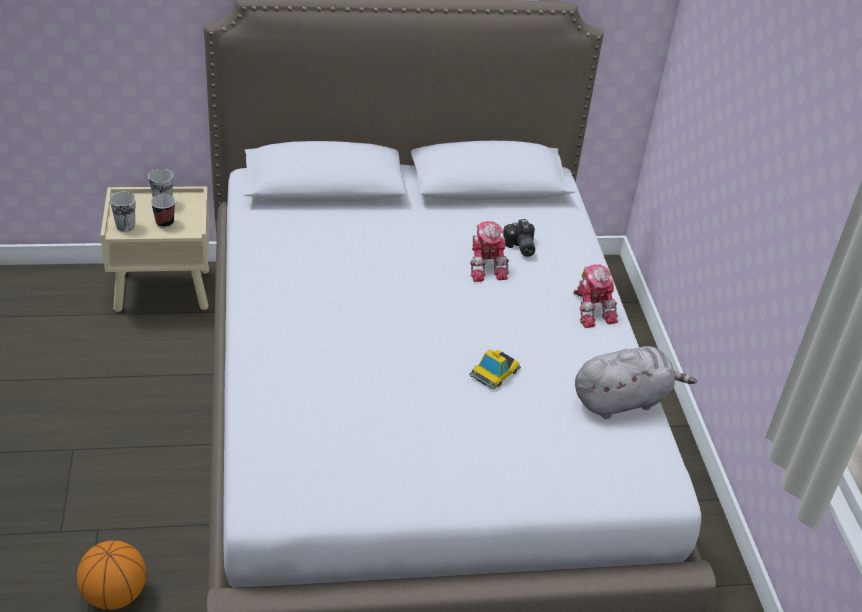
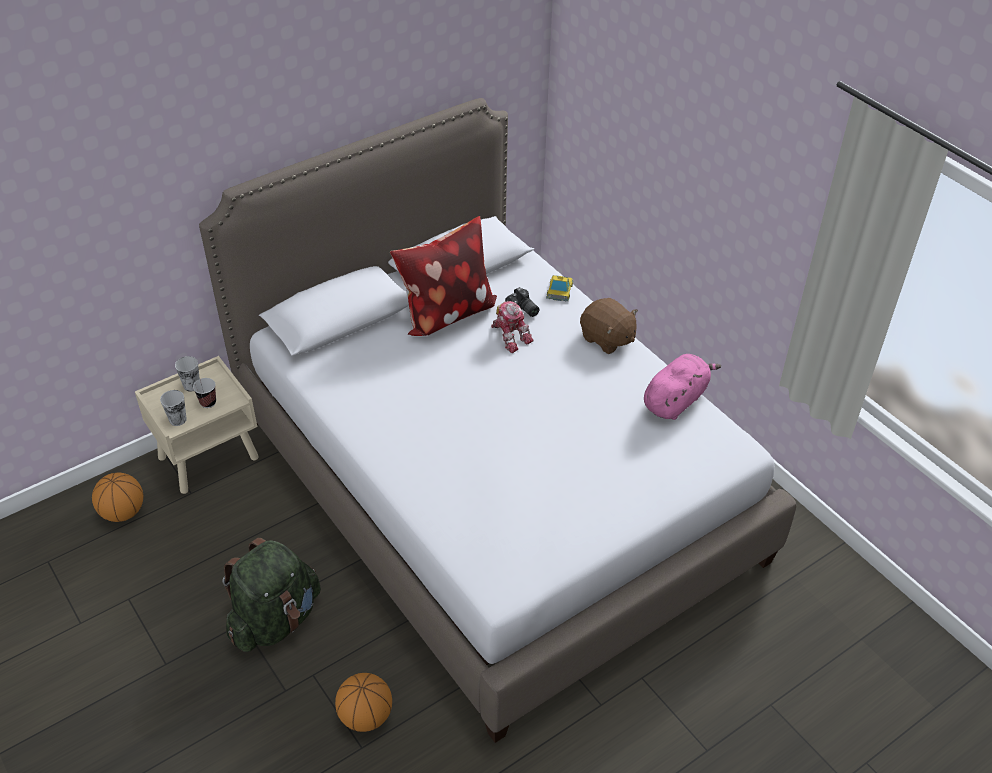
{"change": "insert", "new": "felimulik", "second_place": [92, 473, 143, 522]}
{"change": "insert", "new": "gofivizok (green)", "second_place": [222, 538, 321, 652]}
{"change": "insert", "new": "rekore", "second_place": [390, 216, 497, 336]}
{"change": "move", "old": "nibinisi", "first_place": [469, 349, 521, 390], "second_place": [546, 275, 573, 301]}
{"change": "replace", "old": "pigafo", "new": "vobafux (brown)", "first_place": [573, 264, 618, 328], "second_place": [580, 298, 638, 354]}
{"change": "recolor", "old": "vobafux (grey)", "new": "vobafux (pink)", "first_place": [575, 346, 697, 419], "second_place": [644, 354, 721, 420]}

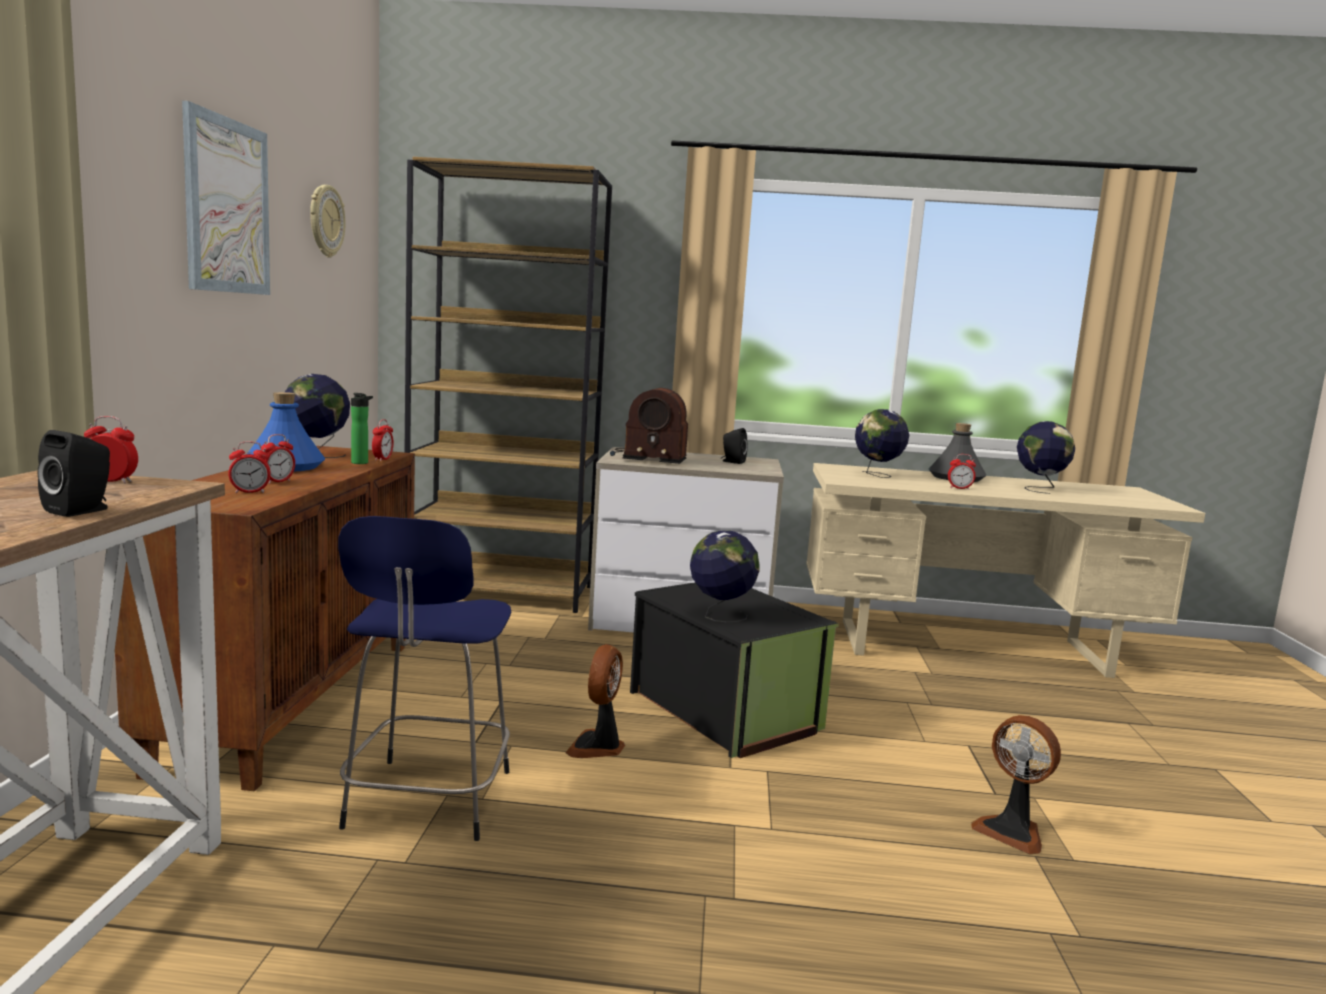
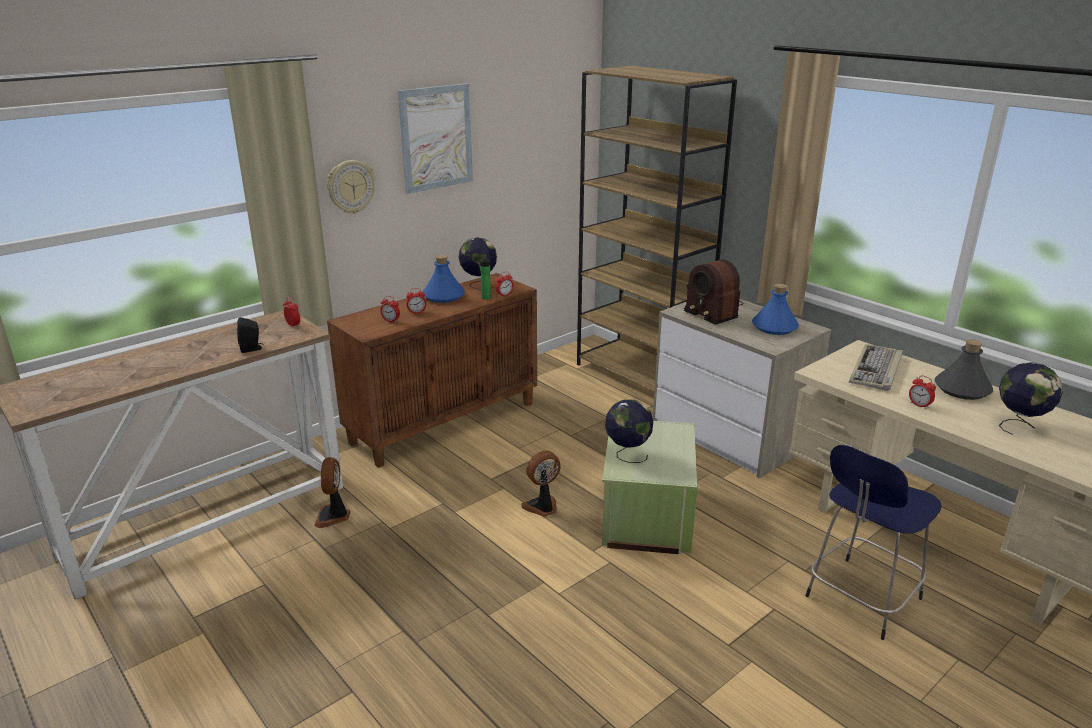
{"change": "move", "old": "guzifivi", "first_place": [310, 185, 346, 257], "second_place": [327, 160, 376, 214]}
{"change": "move", "old": "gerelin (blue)", "first_place": [338, 516, 511, 841], "second_place": [805, 445, 942, 640]}
{"change": "move", "old": "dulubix", "first_place": [971, 715, 1061, 854], "second_place": [314, 457, 350, 528]}
{"change": "replace", "old": "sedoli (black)", "new": "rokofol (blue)", "first_place": [721, 428, 748, 464], "second_place": [752, 284, 799, 335]}
{"change": "replace", "old": "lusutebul", "new": "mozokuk", "first_place": [855, 409, 909, 478], "second_place": [849, 344, 903, 391]}
{"change": "recolor", "old": "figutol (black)", "new": "figutol (green)", "first_place": [630, 582, 839, 758], "second_place": [602, 421, 698, 554]}

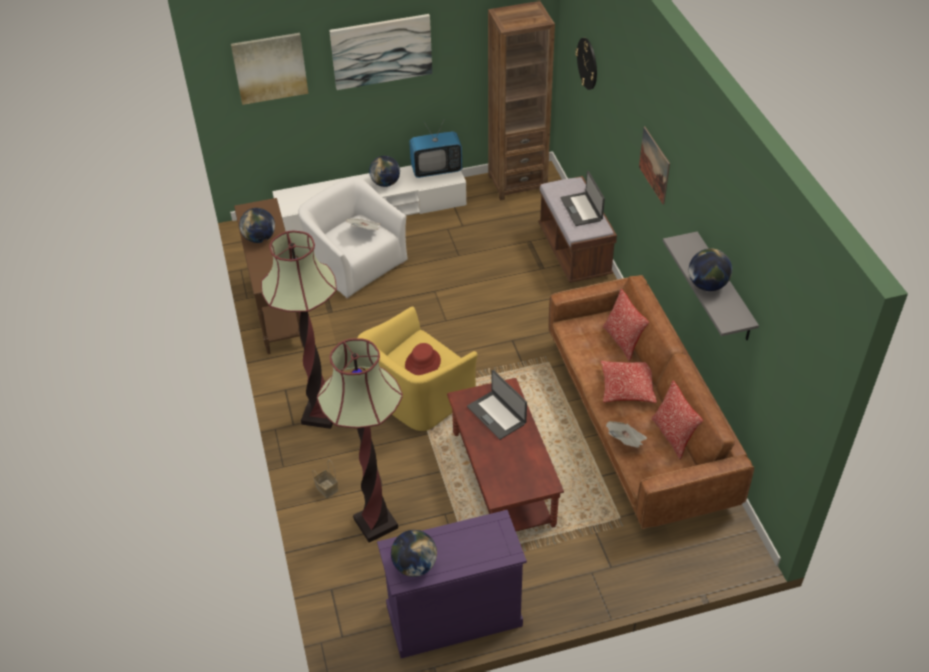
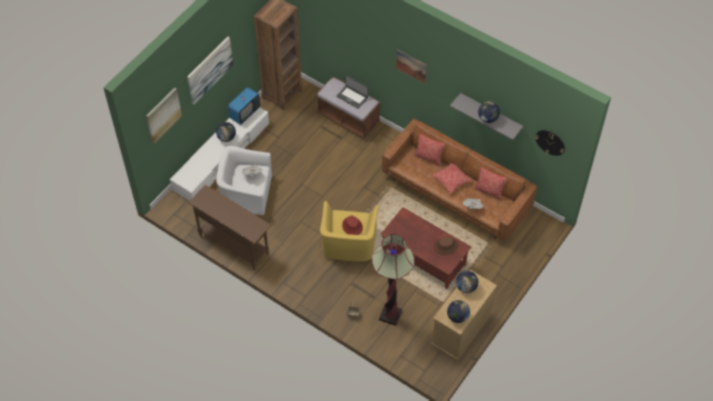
{"change": "delete", "old": "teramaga", "first_place": [261, 230, 337, 429]}
{"change": "delete", "old": "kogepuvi", "first_place": [467, 370, 527, 440]}
{"change": "insert", "new": "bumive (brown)", "second_place": [434, 236, 458, 255]}
{"change": "move", "old": "lusutebul", "first_place": [239, 208, 275, 243], "second_place": [456, 271, 478, 293]}
{"change": "move", "old": "guzifivi", "first_place": [575, 38, 597, 90], "second_place": [535, 130, 565, 156]}
{"change": "recolor", "old": "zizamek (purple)", "new": "zizamek (beige)", "first_place": [377, 510, 527, 658], "second_place": [430, 270, 497, 363]}

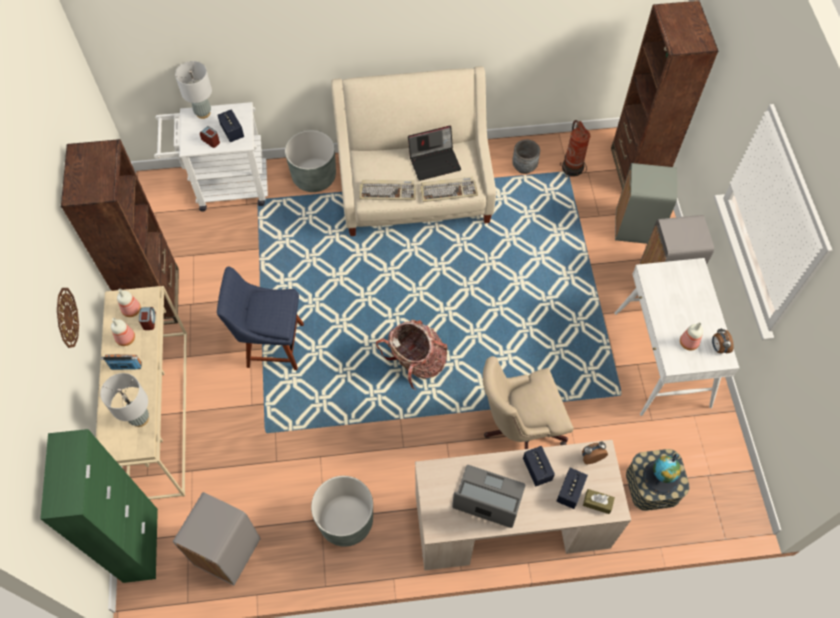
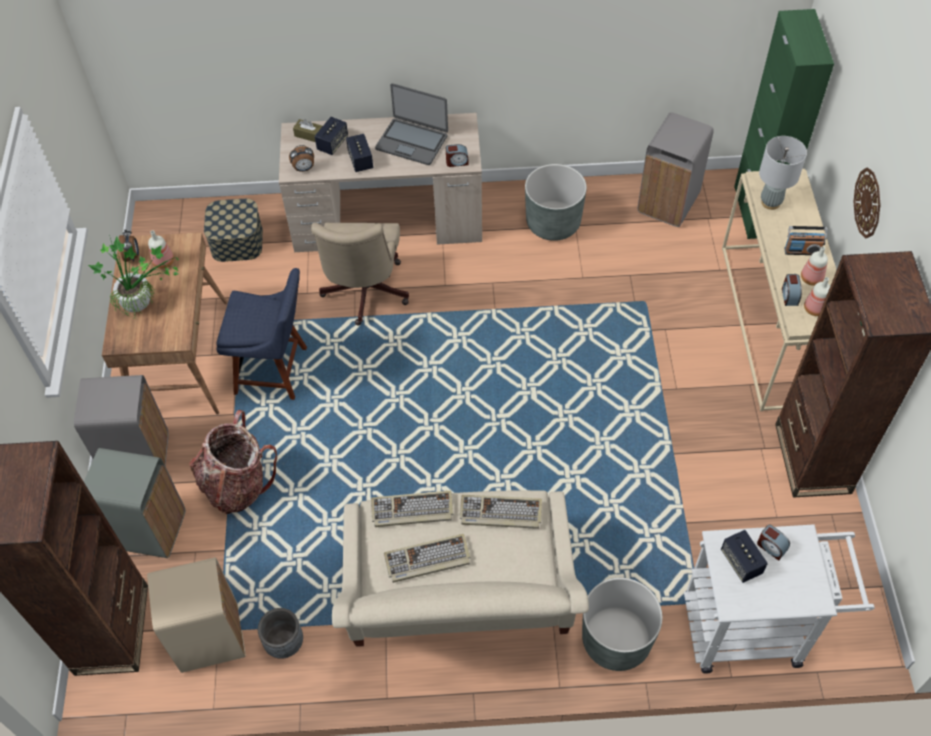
{"change": "delete", "old": "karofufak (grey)", "first_place": [175, 61, 212, 119]}
{"change": "delete", "old": "lusutebul", "first_place": [643, 453, 681, 495]}
{"change": "insert", "new": "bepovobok", "second_place": [88, 235, 179, 320]}
{"change": "insert", "new": "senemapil", "second_place": [446, 144, 469, 167]}
{"change": "move", "old": "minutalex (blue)", "first_place": [217, 267, 304, 370], "second_place": [216, 268, 307, 400]}
{"change": "move", "old": "gofivizok", "first_place": [376, 320, 448, 390], "second_place": [189, 410, 277, 514]}
{"change": "replace", "old": "kogepuvi", "new": "mozokuk", "first_place": [408, 126, 461, 181], "second_place": [384, 534, 471, 583]}
{"change": "replace", "old": "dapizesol", "new": "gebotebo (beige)", "first_place": [560, 120, 590, 177], "second_place": [147, 557, 246, 673]}
{"change": "recolor", "old": "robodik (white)", "new": "robodik (brown)", "first_place": [614, 258, 739, 416], "second_place": [102, 232, 228, 415]}
{"change": "rotate", "old": "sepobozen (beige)", "first_place": [483, 356, 573, 449], "second_place": [311, 222, 409, 326], "degrees": 105}

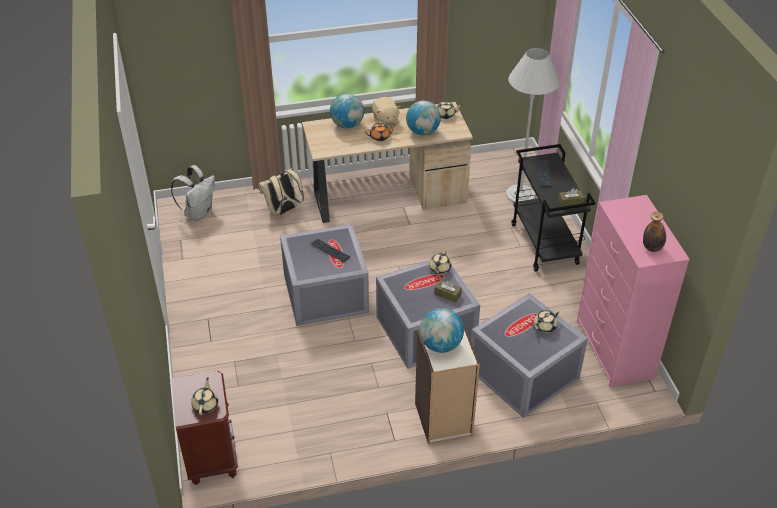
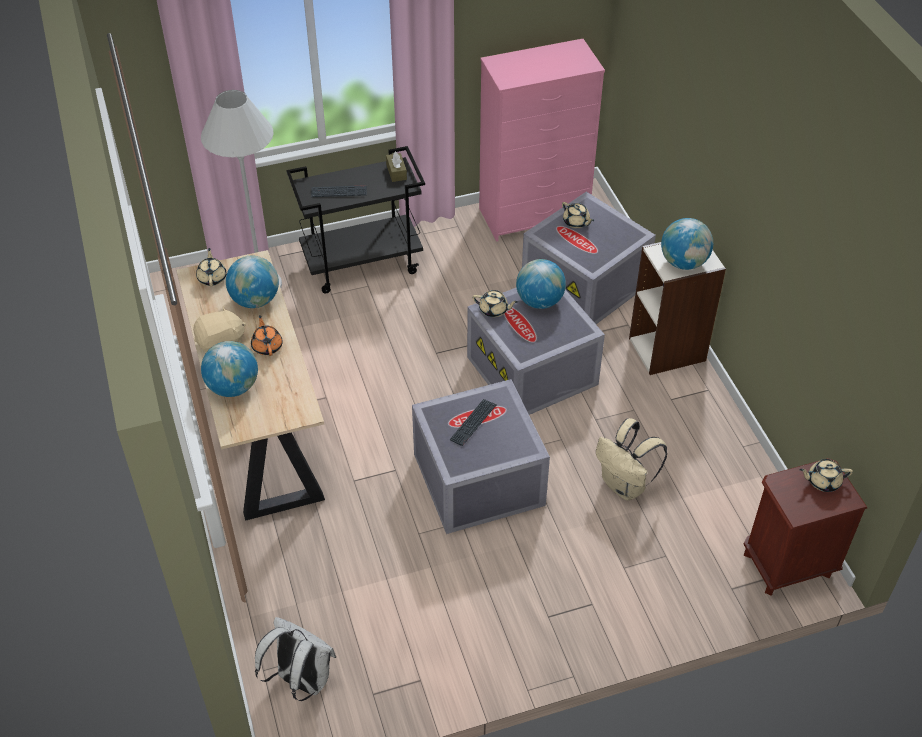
{"change": "delete", "old": "rokofol", "first_place": [643, 212, 666, 252]}
{"change": "move", "old": "gofivizok (beige)", "first_place": [258, 168, 304, 216], "second_place": [596, 418, 667, 500]}
{"change": "replace", "old": "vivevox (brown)", "new": "lusutebul", "first_place": [434, 280, 462, 303], "second_place": [516, 259, 566, 309]}

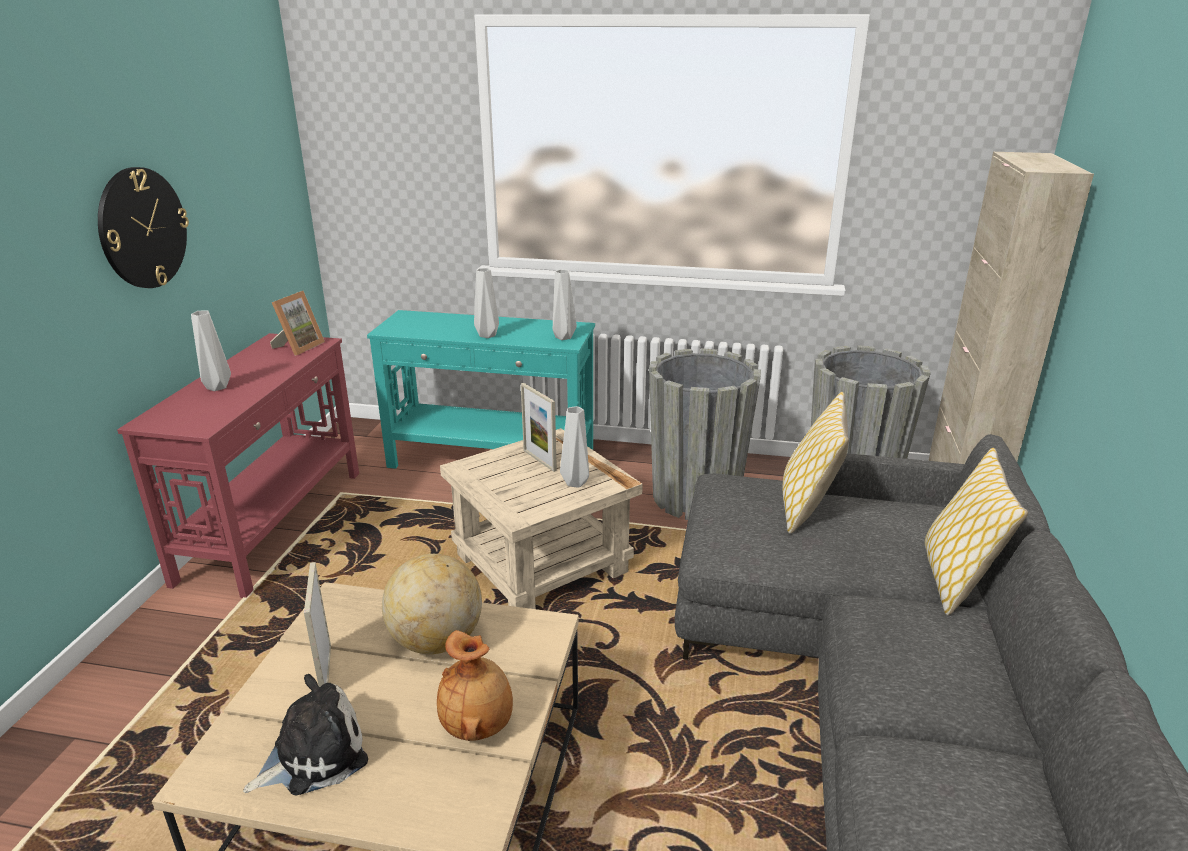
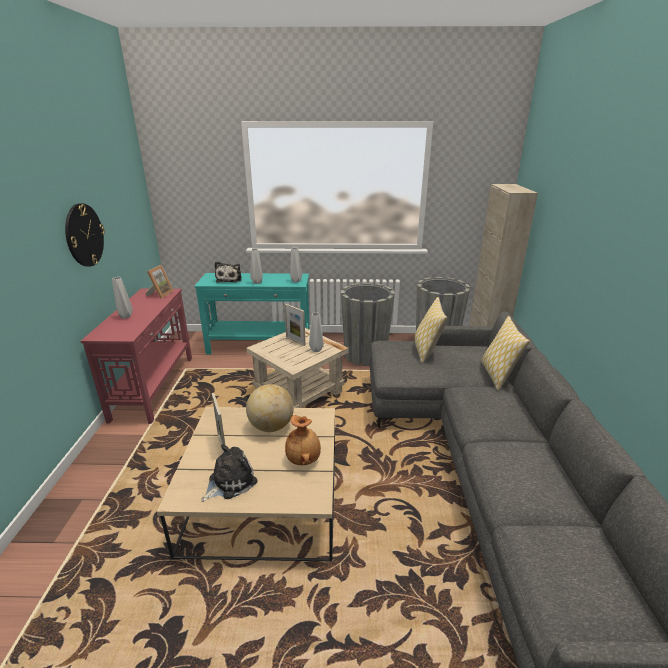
{"change": "insert", "new": "vobafux", "second_place": [214, 261, 242, 283]}

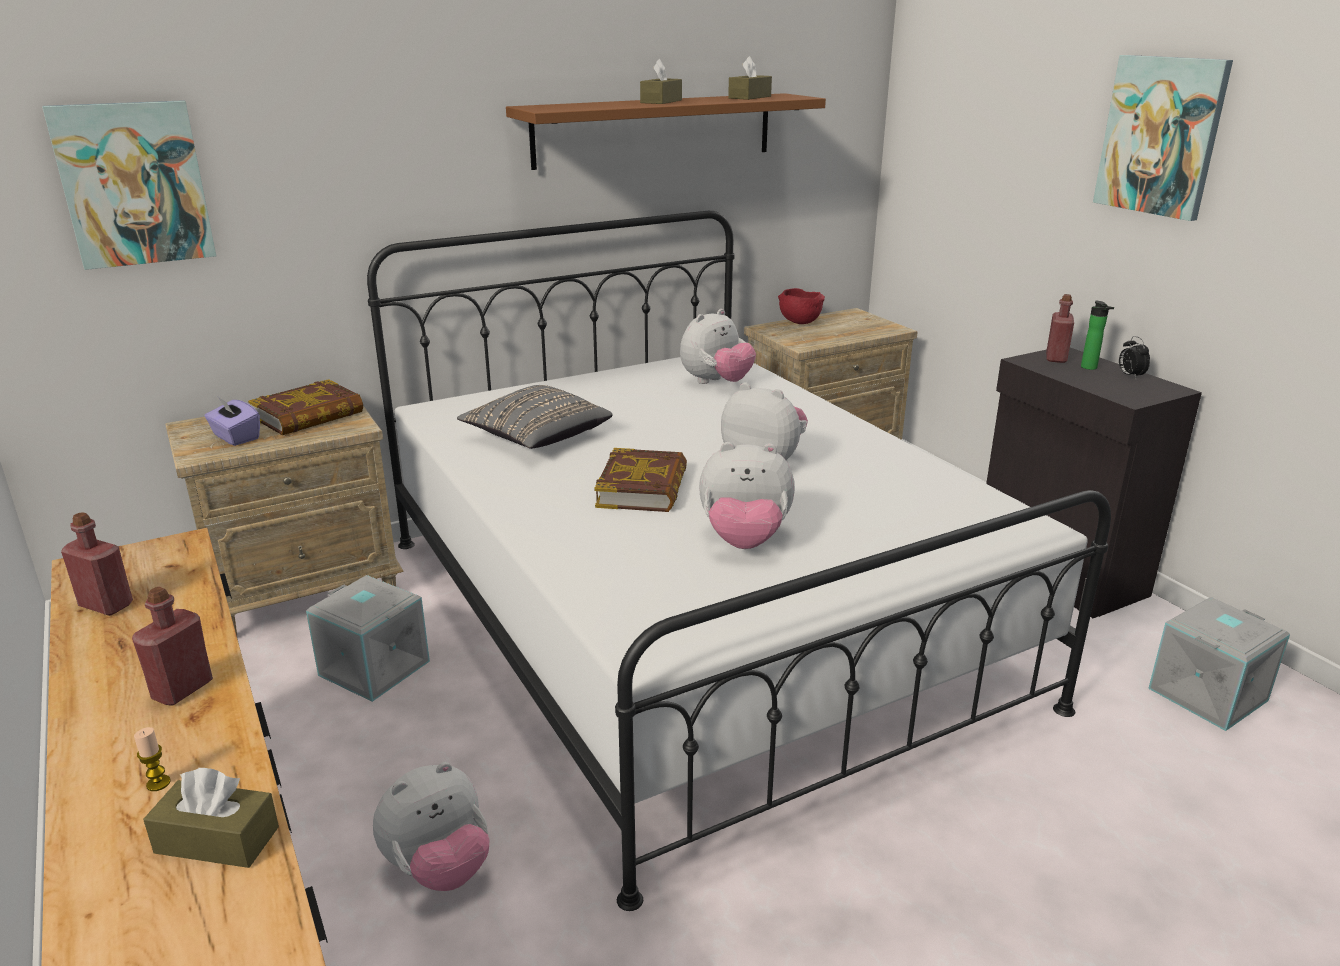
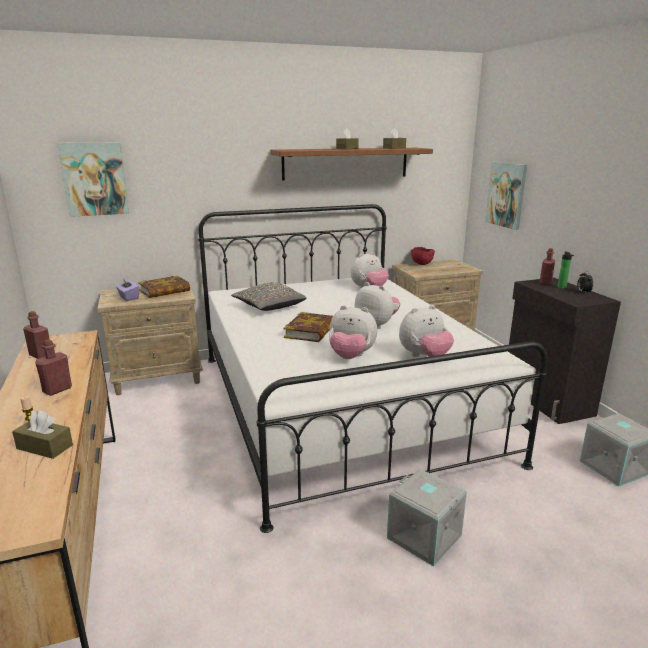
{"change": "move", "old": "figutol (grey)", "first_place": [306, 575, 430, 702], "second_place": [387, 469, 467, 567]}
{"change": "move", "old": "vobafux", "first_place": [373, 762, 490, 891], "second_place": [399, 305, 454, 357]}
{"change": "move", "old": "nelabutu", "first_place": [1093, 55, 1233, 221], "second_place": [485, 162, 527, 230]}

